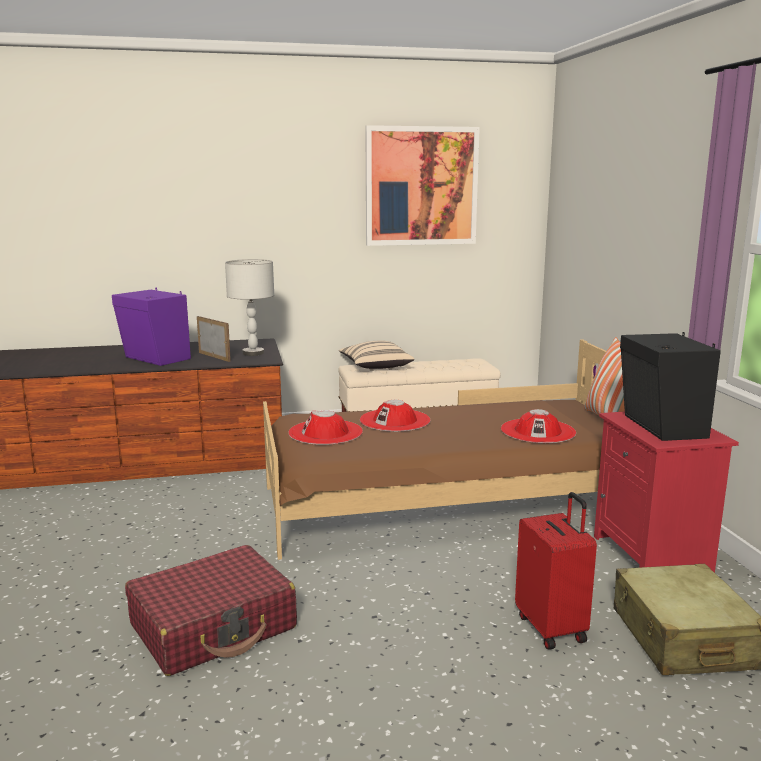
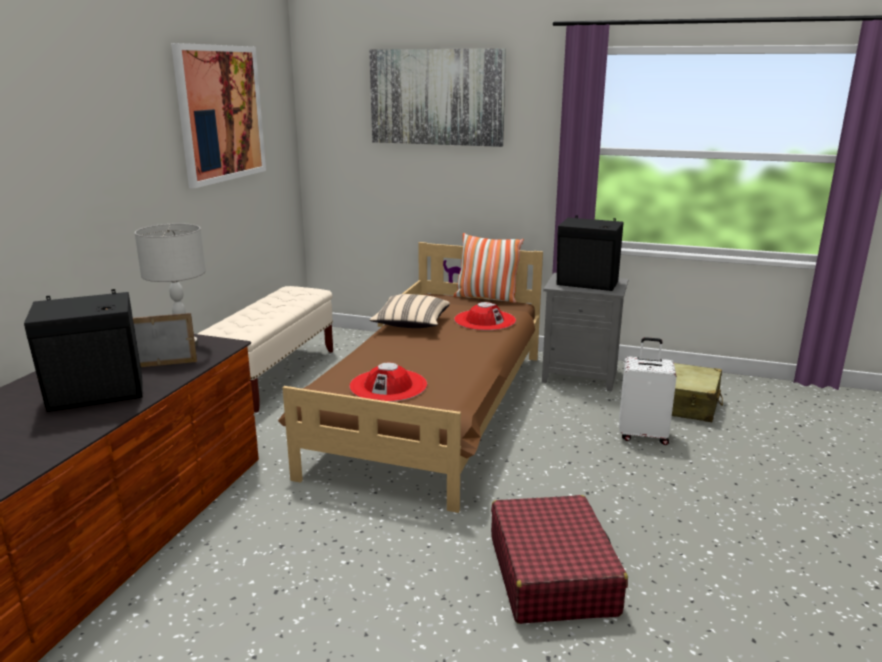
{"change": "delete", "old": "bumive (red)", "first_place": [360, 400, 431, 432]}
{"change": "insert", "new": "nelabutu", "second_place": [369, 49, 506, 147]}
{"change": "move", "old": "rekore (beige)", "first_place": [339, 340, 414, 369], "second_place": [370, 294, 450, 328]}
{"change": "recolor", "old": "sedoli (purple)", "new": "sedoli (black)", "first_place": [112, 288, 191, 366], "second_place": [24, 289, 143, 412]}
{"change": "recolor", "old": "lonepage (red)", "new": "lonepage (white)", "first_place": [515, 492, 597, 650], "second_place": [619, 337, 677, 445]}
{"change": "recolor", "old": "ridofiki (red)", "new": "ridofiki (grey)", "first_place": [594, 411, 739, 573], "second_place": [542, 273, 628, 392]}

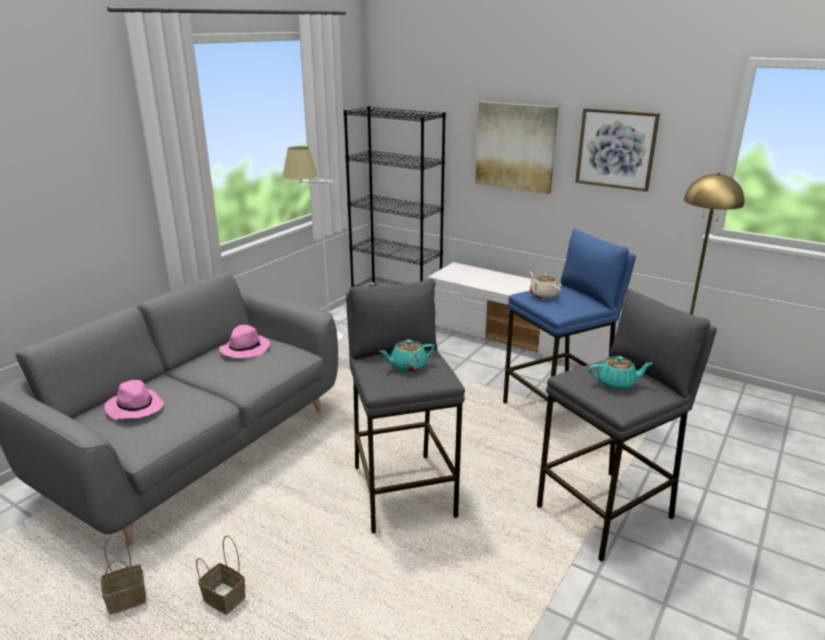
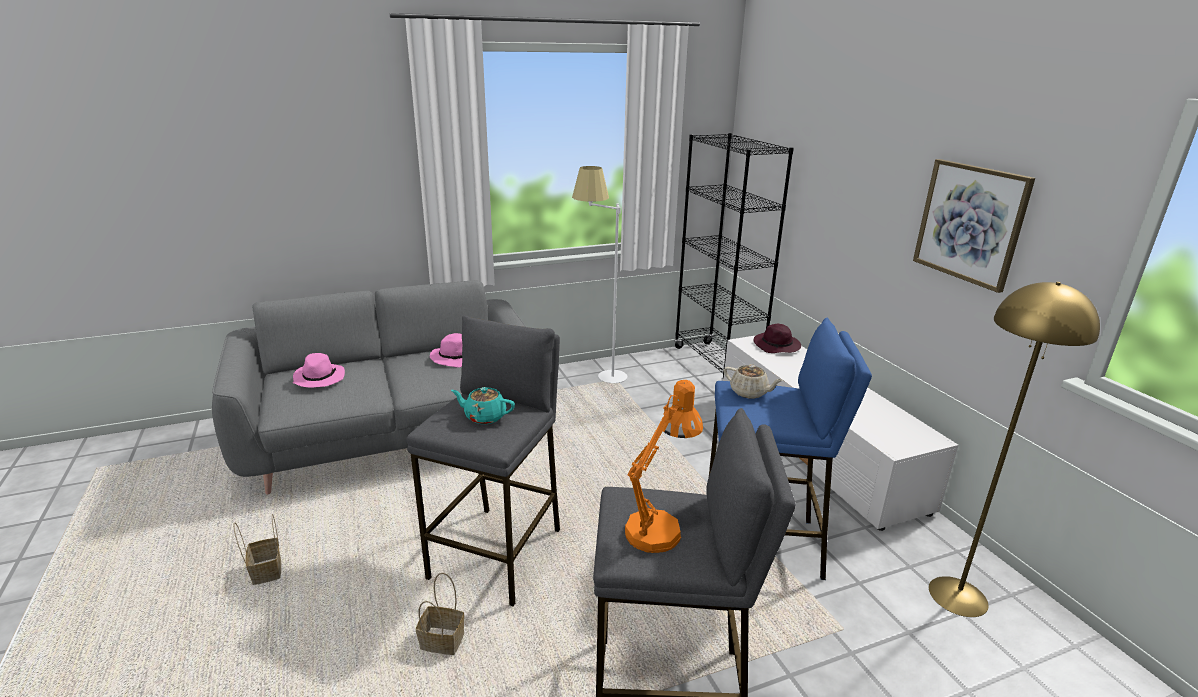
{"change": "delete", "old": "nelabutu", "first_place": [475, 101, 559, 194]}
{"change": "insert", "new": "bumive (purple)", "second_place": [754, 324, 801, 353]}
{"change": "move", "old": "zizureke", "first_place": [101, 536, 146, 614], "second_place": [416, 573, 464, 655]}
{"change": "replace", "old": "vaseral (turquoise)", "new": "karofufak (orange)", "first_place": [589, 356, 653, 390], "second_place": [625, 380, 703, 553]}
{"change": "rotate", "old": "vaseral (beige)", "first_place": [529, 271, 561, 299], "second_place": [724, 364, 783, 399], "degrees": 120}

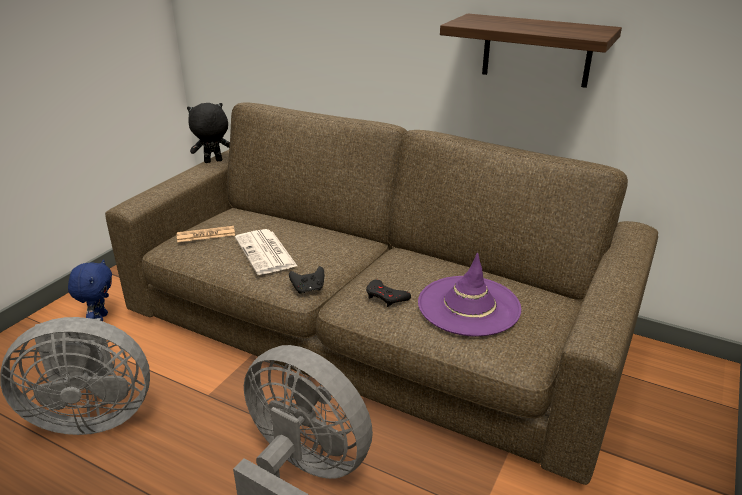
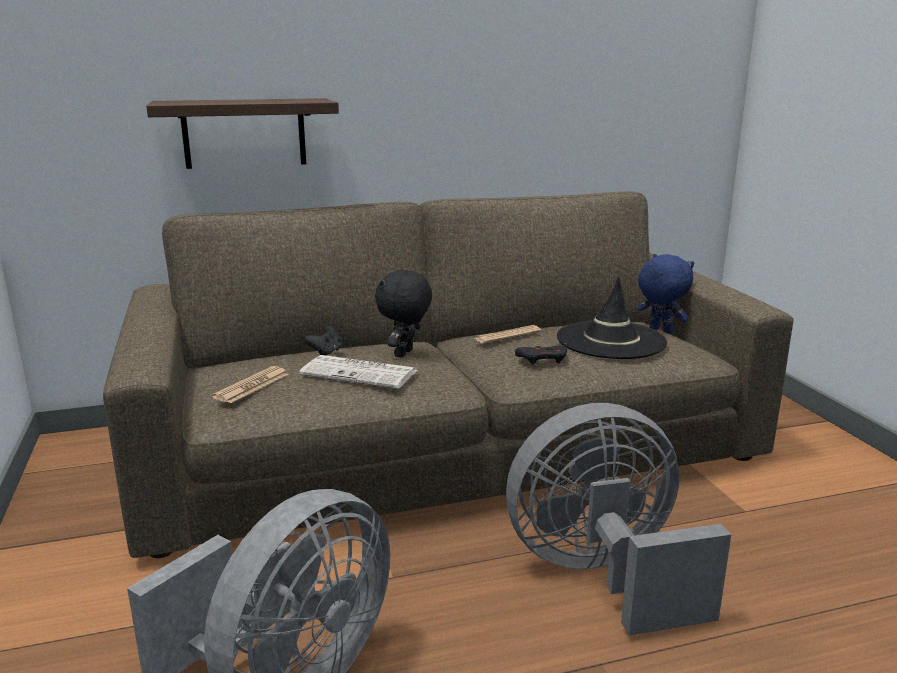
{"change": "insert", "new": "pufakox", "second_place": [475, 325, 541, 343]}
{"change": "move", "old": "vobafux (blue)", "first_place": [68, 259, 112, 321], "second_place": [637, 254, 694, 333]}
{"change": "move", "old": "vobafux (black)", "first_place": [187, 103, 230, 163], "second_place": [375, 269, 432, 358]}
{"change": "move", "old": "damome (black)", "first_place": [289, 266, 324, 294], "second_place": [304, 326, 342, 356]}
{"change": "move", "old": "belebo", "first_place": [440, 14, 622, 88], "second_place": [146, 98, 339, 169]}
{"change": "recolor", "old": "bumive (purple)", "new": "bumive (black)", "first_place": [418, 253, 521, 336], "second_place": [557, 276, 667, 359]}

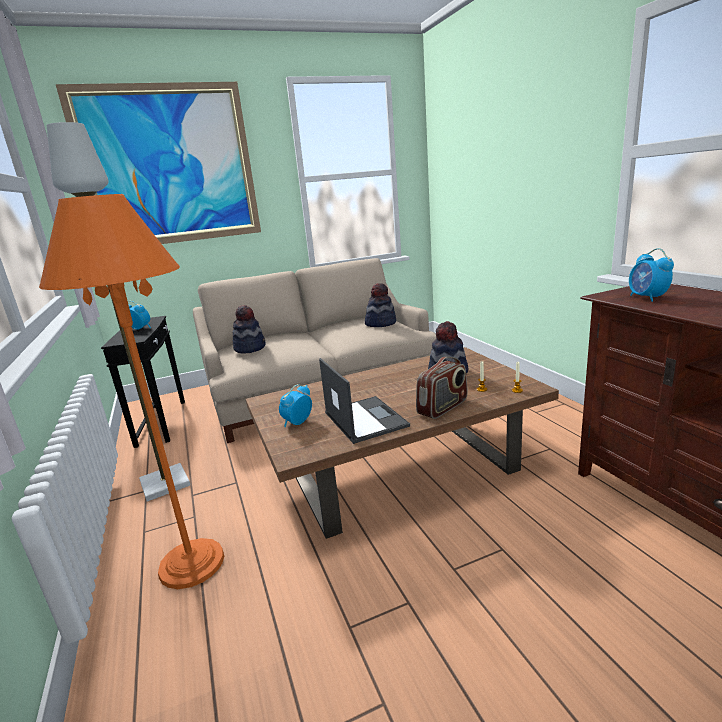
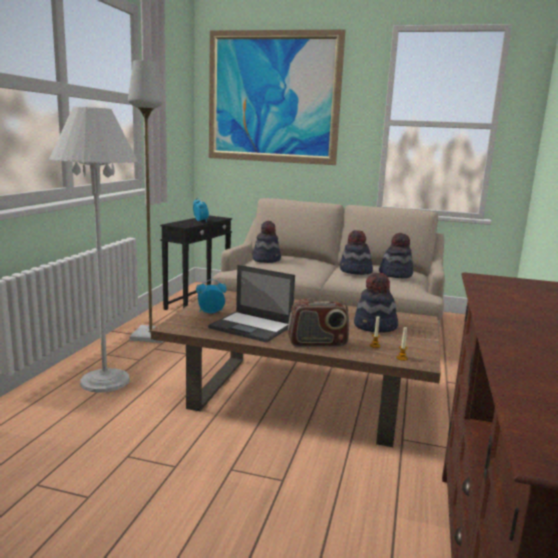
{"change": "delete", "old": "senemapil", "first_place": [629, 248, 674, 302]}
{"change": "insert", "new": "bumive", "second_place": [340, 230, 373, 275]}
{"change": "recolor", "old": "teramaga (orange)", "new": "teramaga (white)", "first_place": [39, 194, 224, 589], "second_place": [49, 107, 138, 393]}
{"change": "rotate", "old": "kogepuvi", "first_place": [319, 358, 410, 444], "second_place": [208, 265, 295, 343], "degrees": 105}

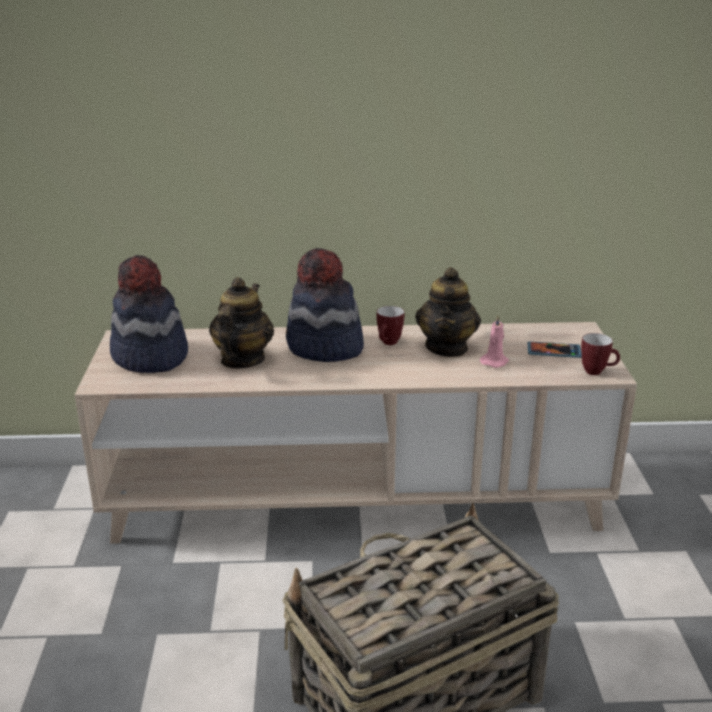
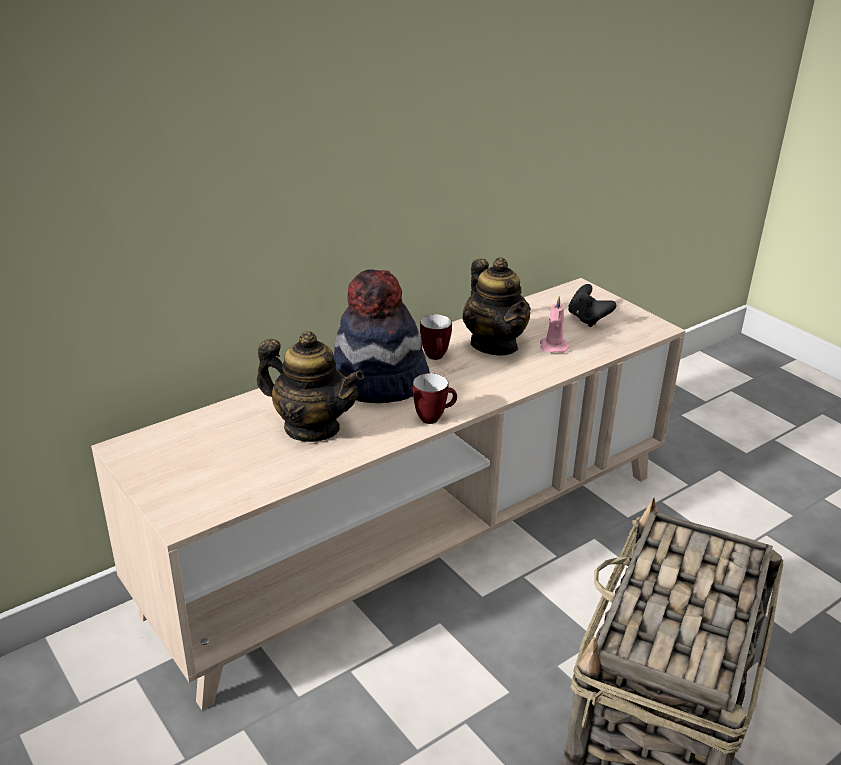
{"change": "delete", "old": "bumive", "first_place": [110, 255, 188, 373]}
{"change": "move", "old": "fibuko", "first_place": [581, 333, 620, 375], "second_place": [413, 373, 457, 424]}
{"change": "replace", "old": "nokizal", "new": "damome (black)", "first_place": [528, 341, 582, 358], "second_place": [568, 284, 617, 327]}
{"change": "rotate", "old": "vaseral", "first_place": [209, 277, 274, 368], "second_place": [257, 331, 364, 442], "degrees": 135}

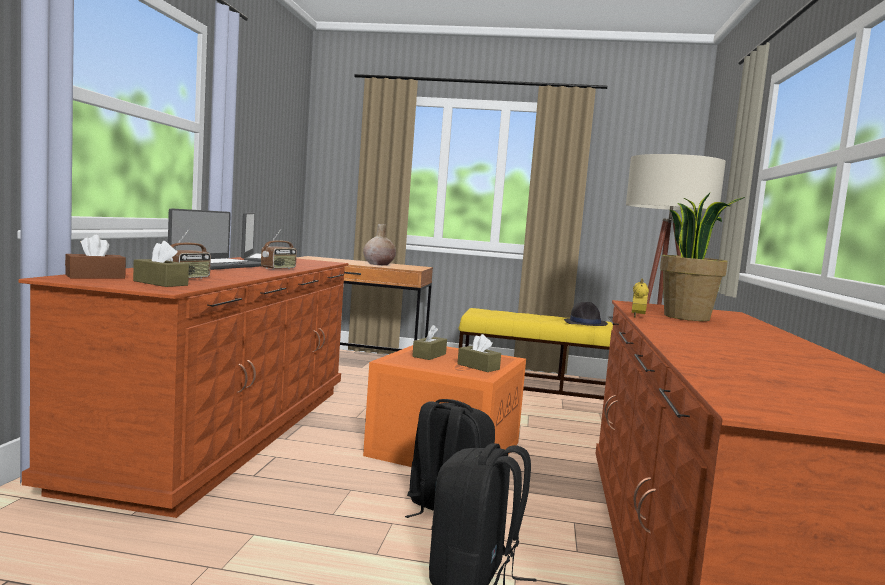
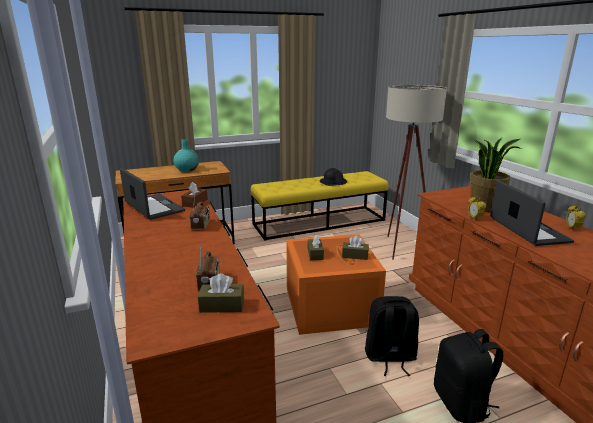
{"change": "insert", "new": "senemapil", "second_place": [567, 206, 586, 230]}
{"change": "move", "old": "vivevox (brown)", "first_place": [65, 235, 126, 279], "second_place": [181, 182, 208, 208]}
{"change": "move", "old": "kogepuvi", "first_place": [168, 208, 261, 270], "second_place": [490, 180, 574, 246]}
{"change": "recolor", "old": "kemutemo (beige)", "new": "kemutemo (turquoise)", "first_place": [363, 224, 396, 265], "second_place": [173, 139, 200, 172]}

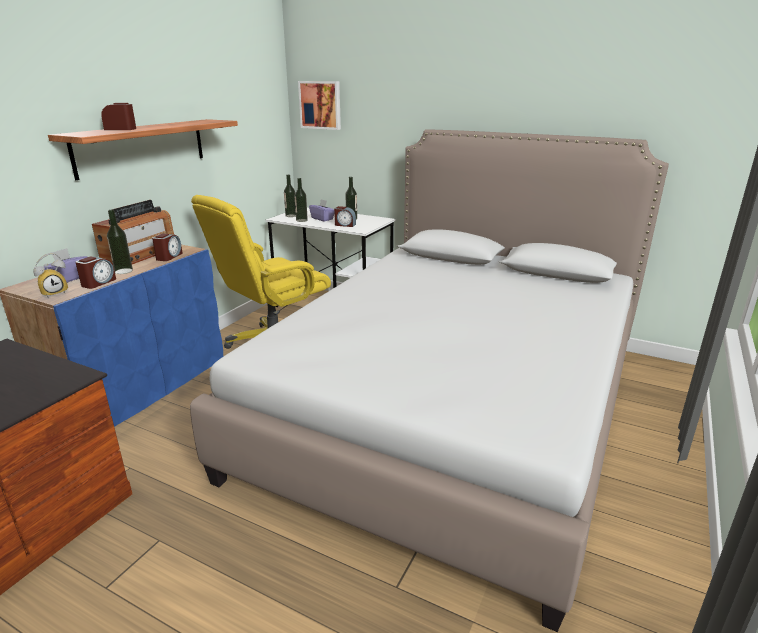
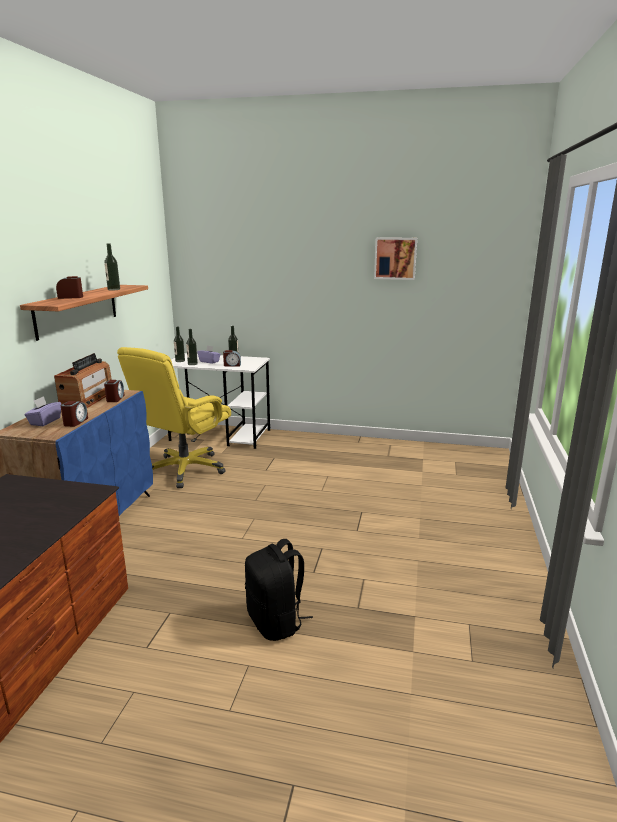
{"change": "delete", "old": "senemapil", "first_place": [33, 253, 68, 298]}
{"change": "delete", "old": "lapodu", "first_place": [190, 129, 669, 632]}
{"change": "insert", "new": "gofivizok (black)", "second_place": [245, 539, 313, 641]}
{"change": "move", "old": "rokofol", "first_place": [107, 210, 133, 274], "second_place": [104, 244, 120, 290]}
{"change": "move", "old": "nelabutu", "first_place": [298, 81, 341, 130], "second_place": [374, 237, 417, 280]}

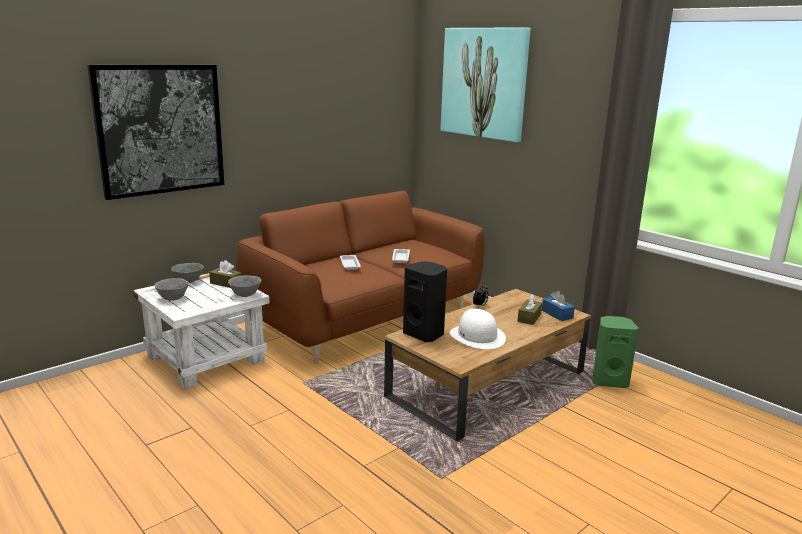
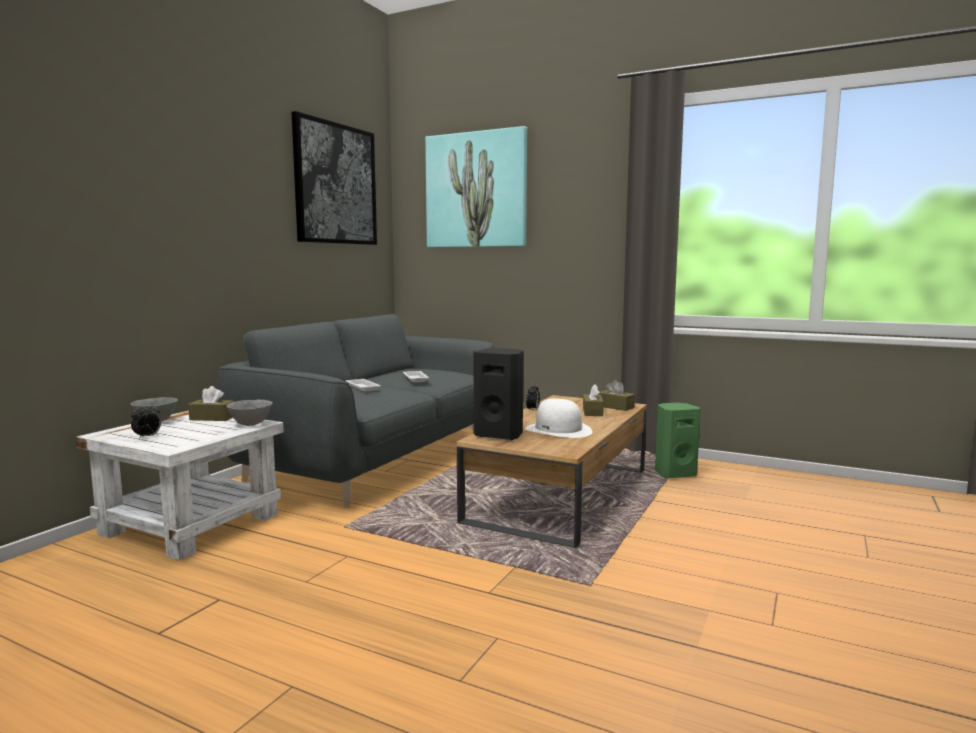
{"change": "move", "old": "nelabutu", "first_place": [87, 64, 224, 200], "second_place": [291, 111, 377, 245]}
{"change": "replace", "old": "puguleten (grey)", "new": "senemapil", "first_place": [154, 278, 189, 301], "second_place": [131, 403, 161, 439]}
{"change": "recolor", "old": "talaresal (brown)", "new": "talaresal (grey)", "first_place": [236, 191, 485, 364], "second_place": [216, 314, 494, 507]}
{"change": "recolor", "old": "vivevox (blue)", "new": "vivevox (brown)", "first_place": [542, 291, 575, 321], "second_place": [598, 380, 635, 411]}

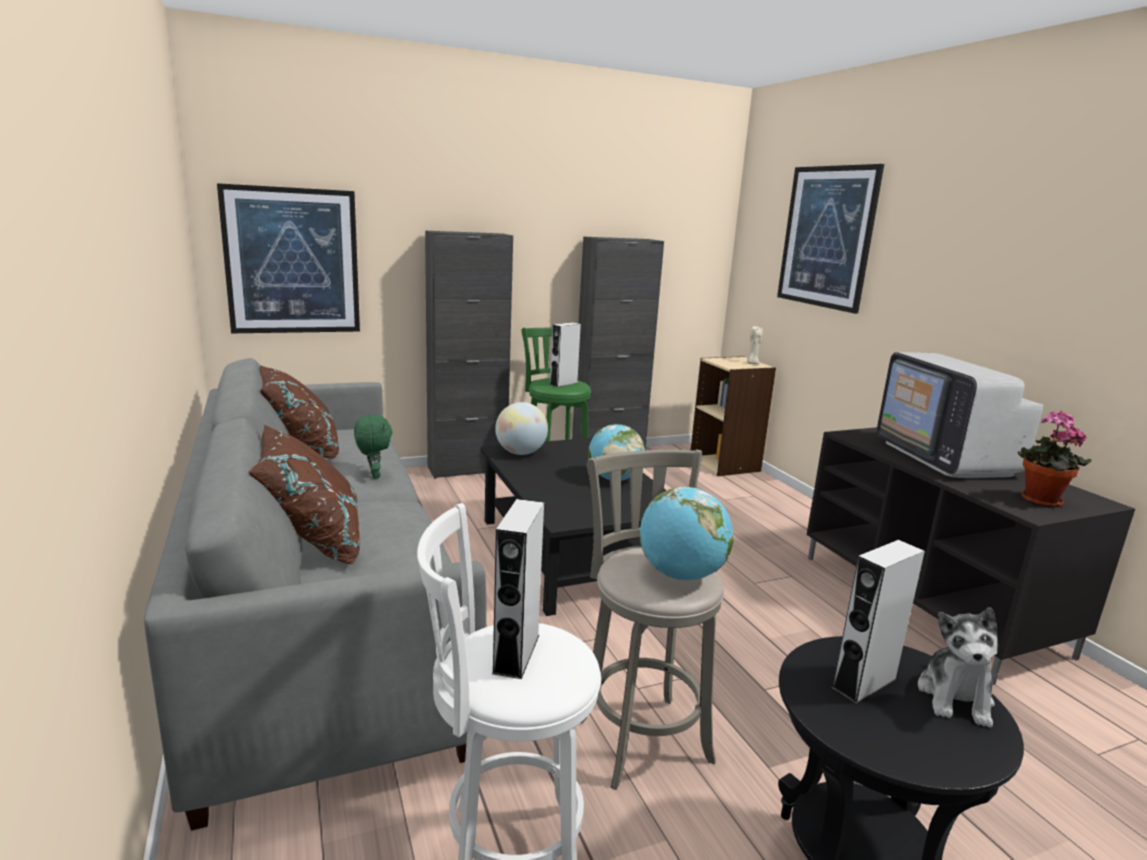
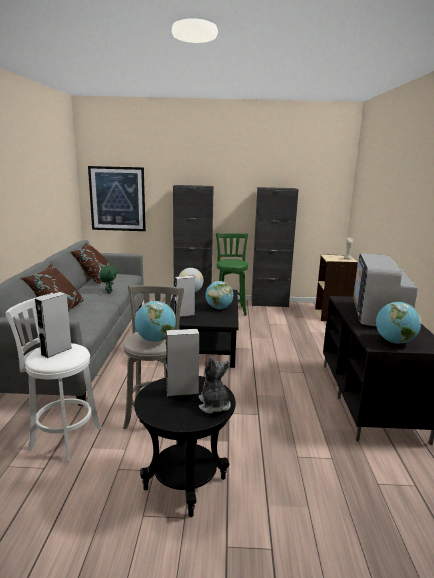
{"change": "delete", "old": "nelabutu", "first_place": [777, 164, 884, 314]}
{"change": "move", "old": "sedoli (grey)", "first_place": [550, 322, 581, 387], "second_place": [175, 276, 195, 317]}
{"change": "replace", "old": "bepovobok", "new": "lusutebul", "first_place": [1018, 411, 1091, 508], "second_place": [376, 302, 421, 344]}
{"change": "rotate", "old": "vobafux", "first_place": [918, 608, 998, 728], "second_place": [199, 357, 231, 413], "degrees": 120}

